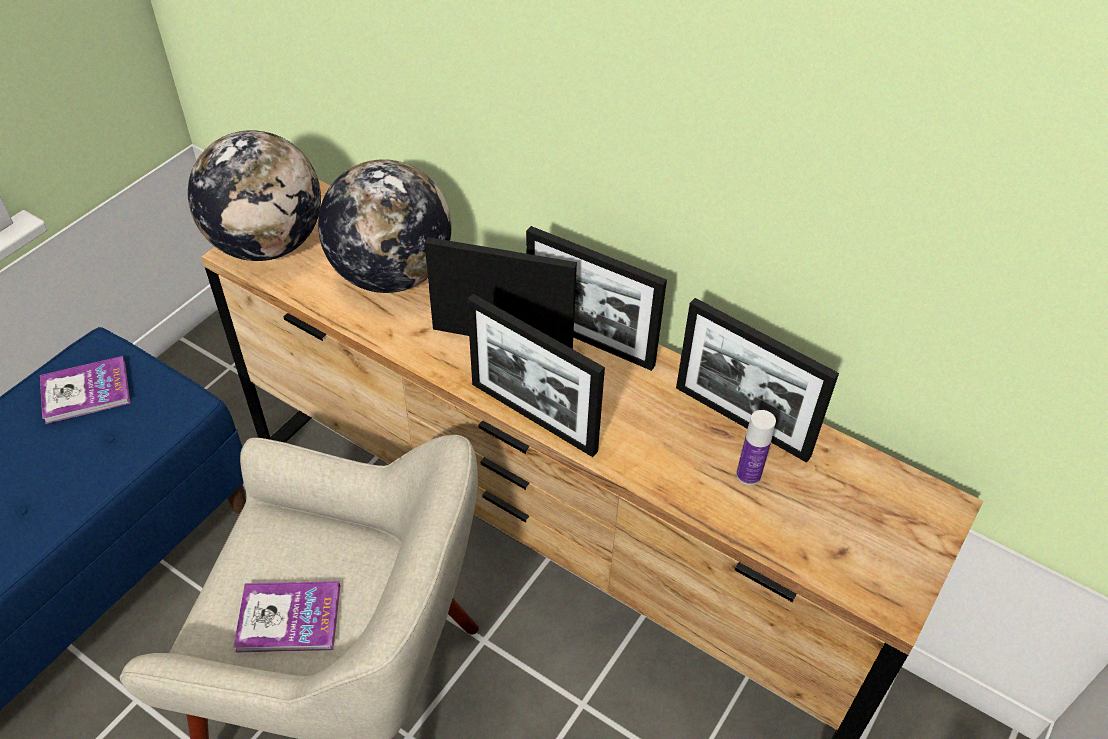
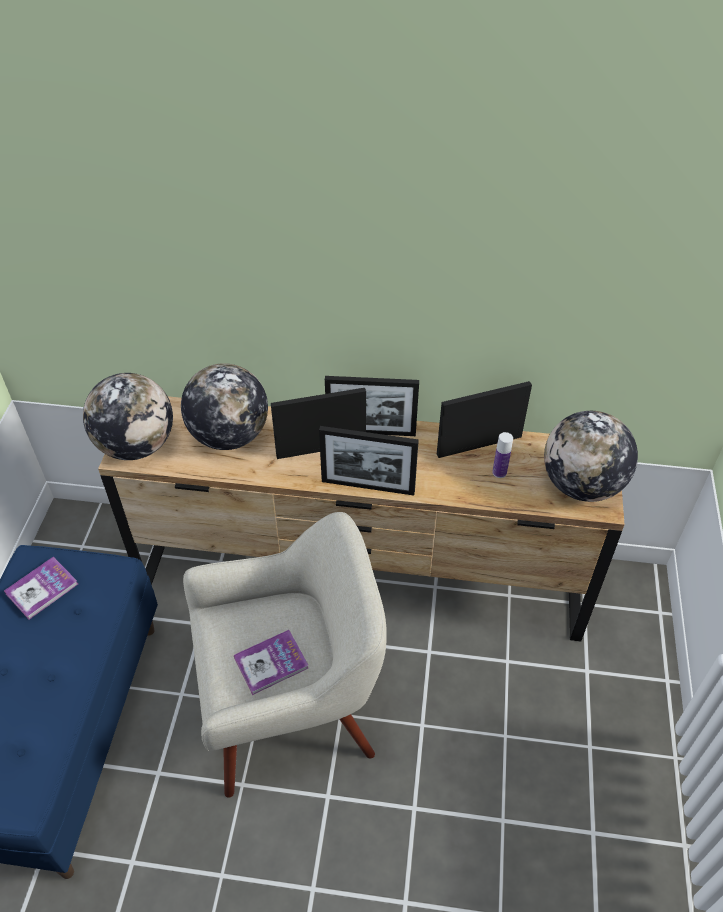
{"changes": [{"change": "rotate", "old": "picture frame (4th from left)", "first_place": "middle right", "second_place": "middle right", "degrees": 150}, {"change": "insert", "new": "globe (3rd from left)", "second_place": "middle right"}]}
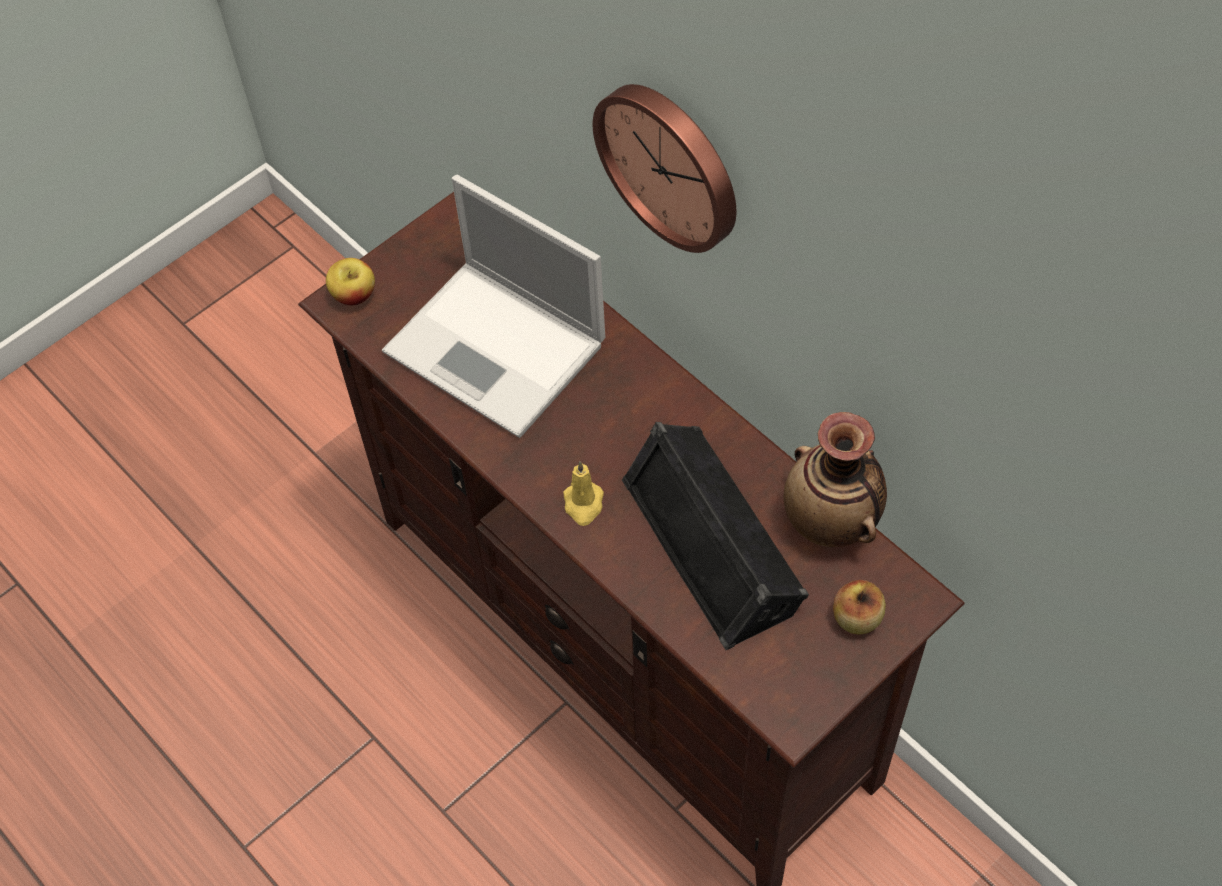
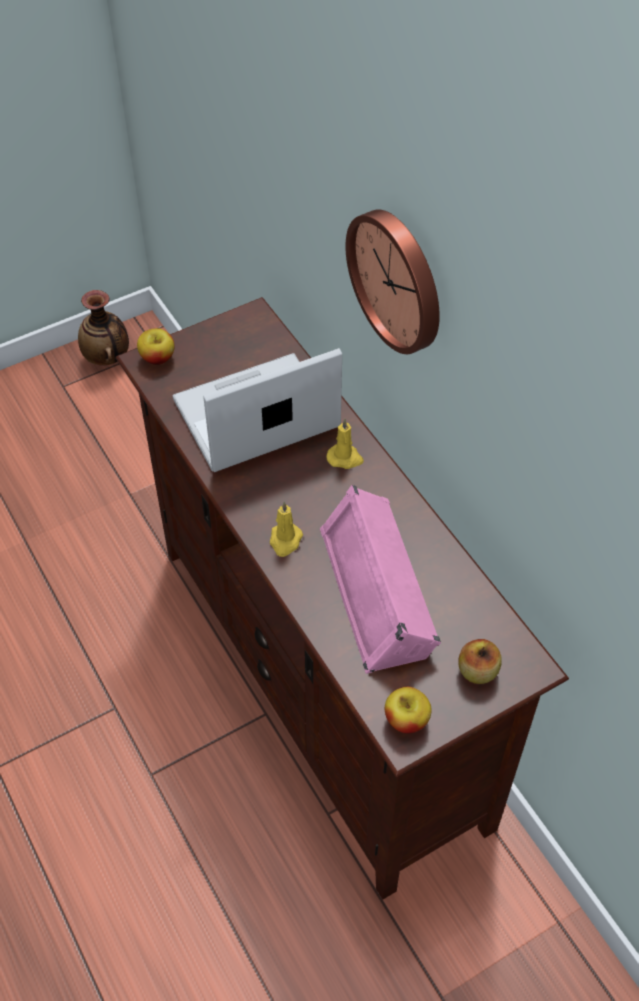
{"changes": [{"change": "rotate", "old": "laptop", "first_place": "centre", "second_place": "centre", "degrees": 105}, {"change": "recolor", "old": "black speaker", "new": "pink speaker", "first_place": "centre", "second_place": "centre"}, {"change": "move", "old": "vase", "first_place": "middle right", "second_place": "top left"}, {"change": "insert", "new": "yellow candle (2nd from left)", "second_place": "centre"}, {"change": "insert", "new": "apple (2nd from left)", "second_place": "bottom centre"}]}
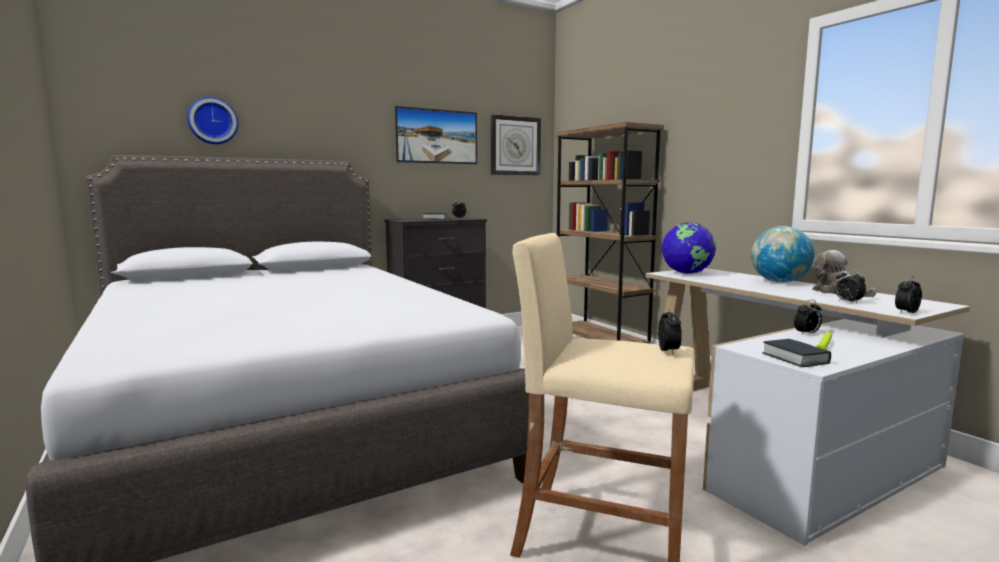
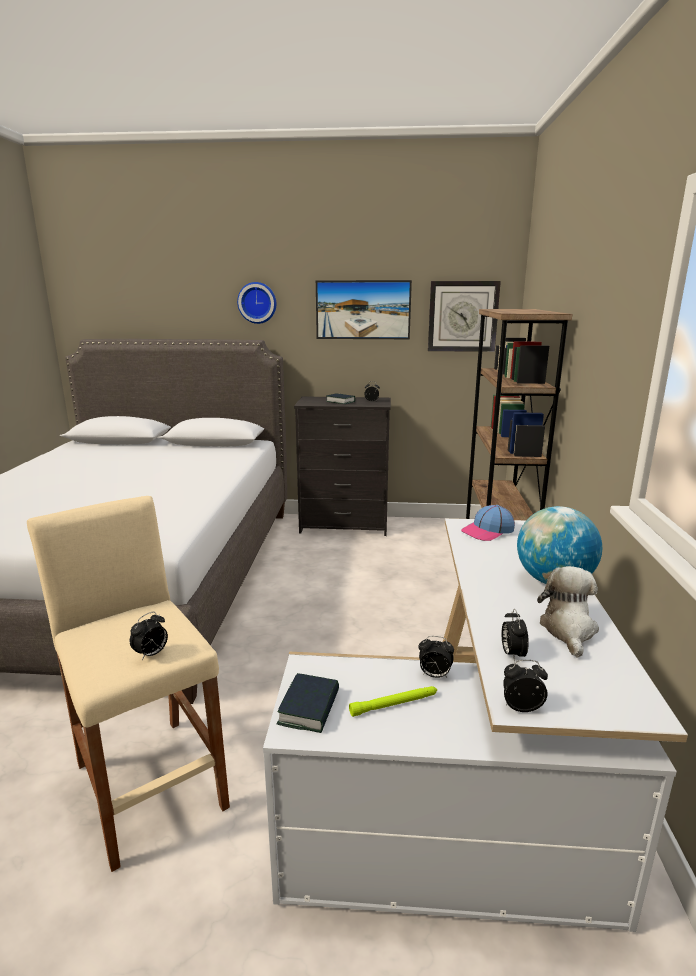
{"changes": [{"change": "move", "old": "wall clock (1st from left)", "first_place": "top left", "second_place": "top centre"}, {"change": "replace", "old": "globe (1st from left)", "new": "cap", "first_place": "middle right", "second_place": "middle right"}]}
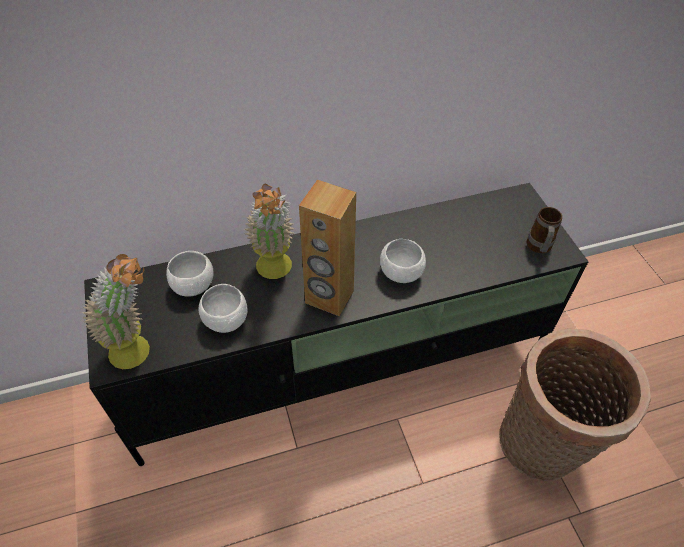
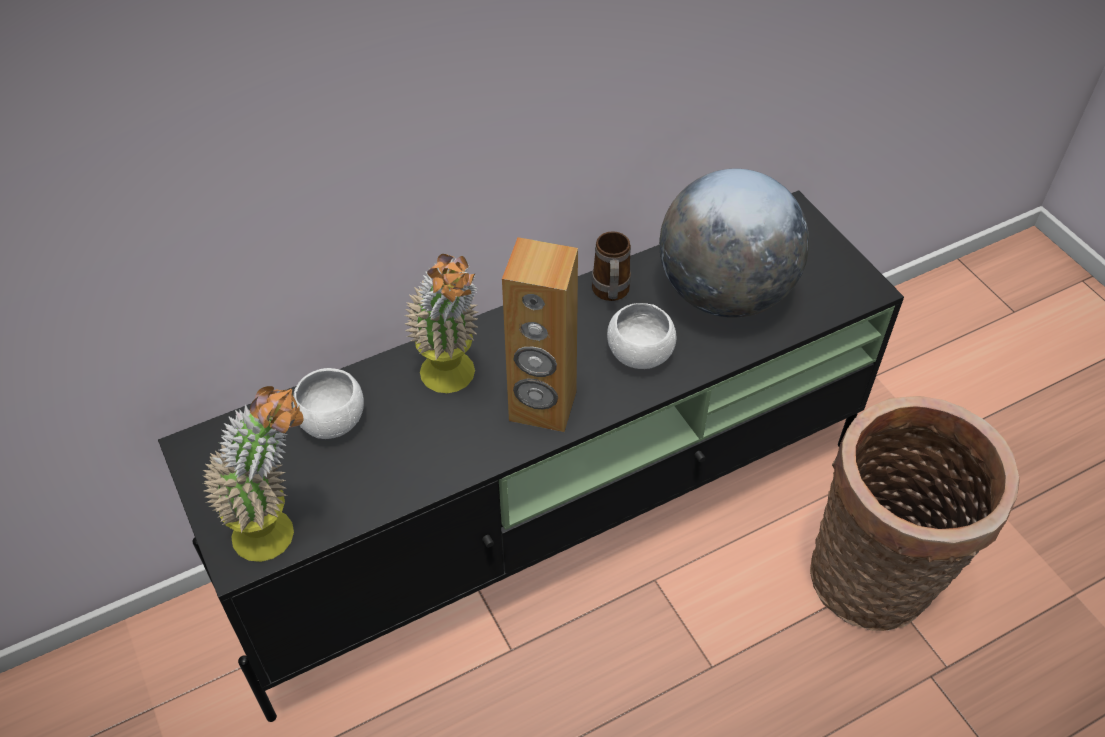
{"changes": [{"change": "delete", "old": "white bowl (2nd from left)", "first_place": "middle left"}, {"change": "move", "old": "mug", "first_place": "middle right", "second_place": "centre"}, {"change": "insert", "new": "globe", "second_place": "top centre"}]}
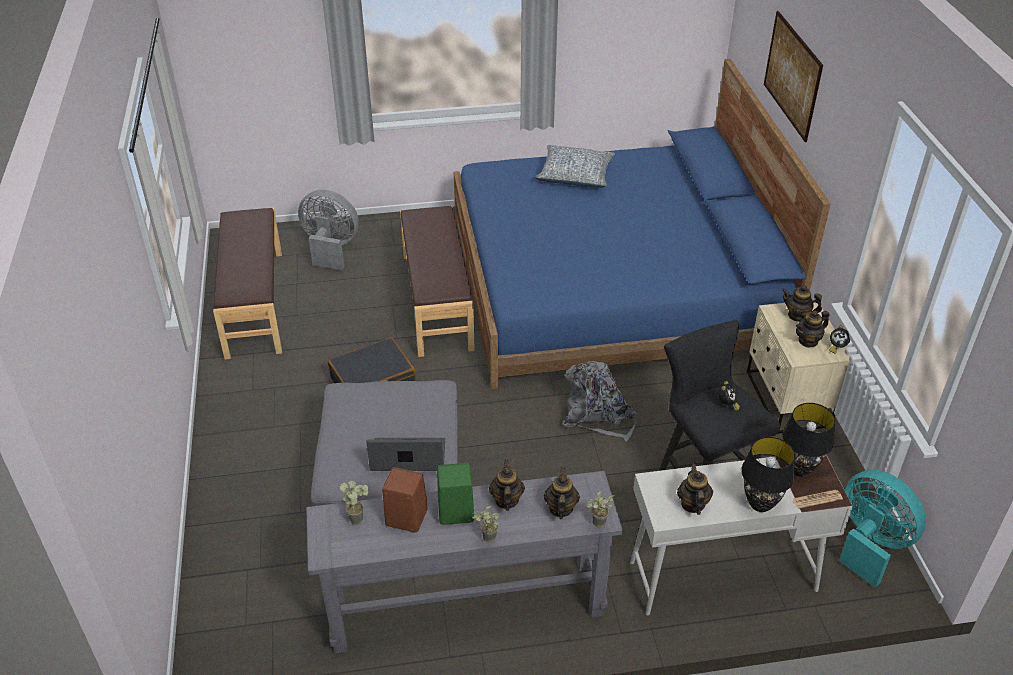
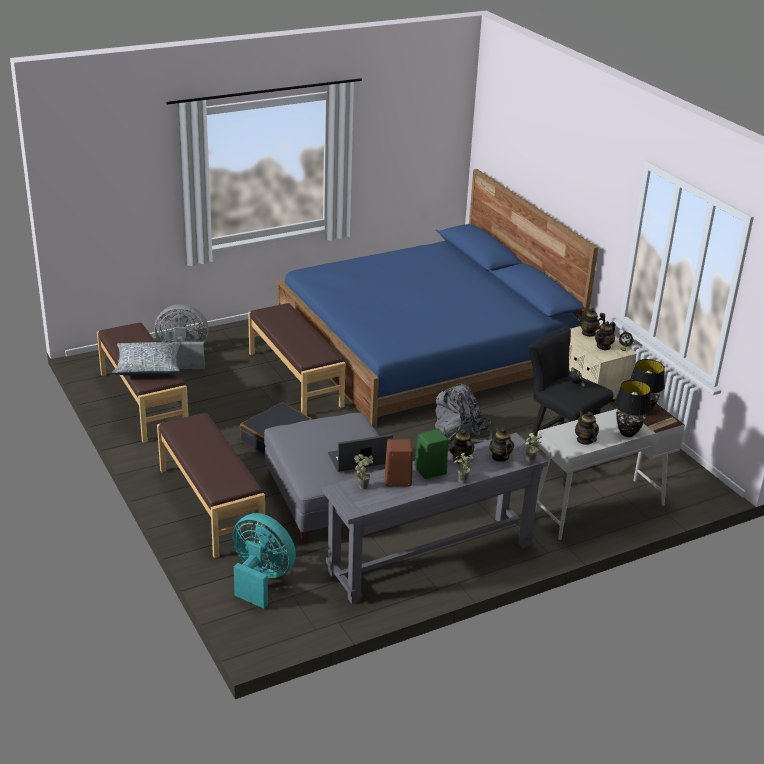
{"changes": [{"change": "move", "old": "pillow", "first_place": "top centre", "second_place": "middle left"}, {"change": "delete", "old": "picture", "first_place": "top right"}, {"change": "move", "old": "turquoise fan", "first_place": "bottom right", "second_place": "bottom centre"}, {"change": "insert", "new": "brown bench (2nd from left)", "second_place": "middle left"}]}
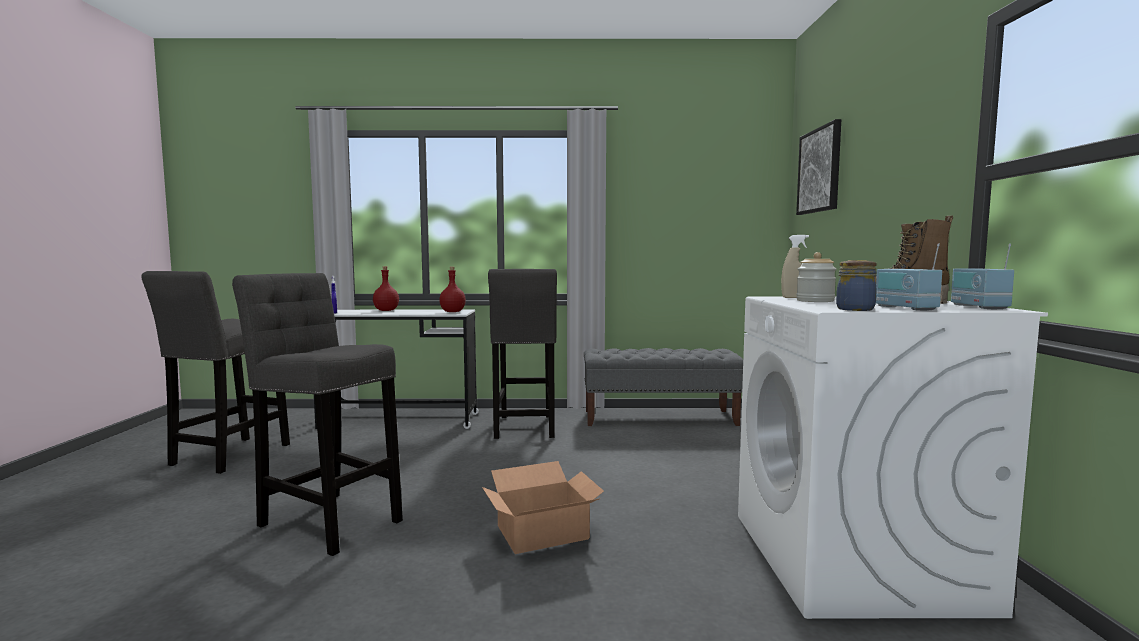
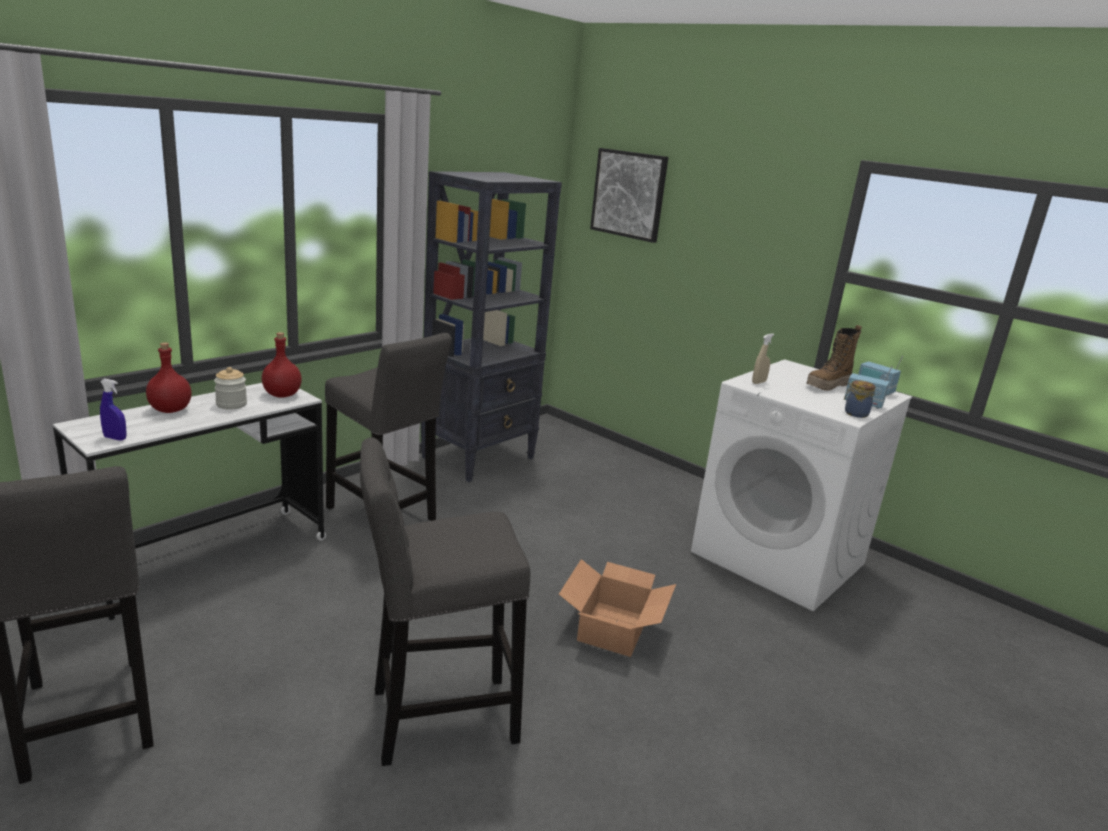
{"changes": [{"change": "replace", "old": "grey bench", "new": "black bookcase", "first_place": "centre", "second_place": "centre"}, {"change": "move", "old": "jar (1st from left)", "first_place": "middle right", "second_place": "middle left"}]}
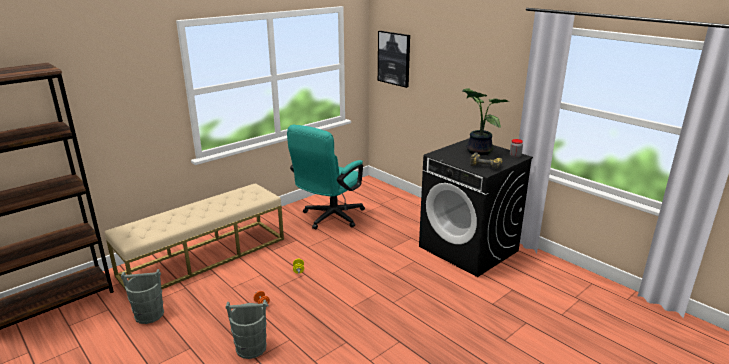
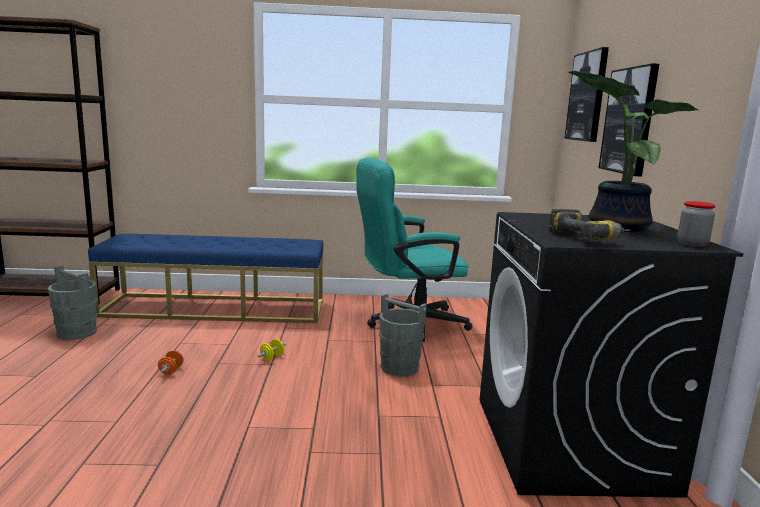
{"changes": [{"change": "recolor", "old": "beige bench", "new": "blue bench", "first_place": "middle left", "second_place": "middle left"}, {"change": "move", "old": "grey bucket (2nd from left)", "first_place": "bottom centre", "second_place": "centre"}, {"change": "insert", "new": "picture (2nd from left)", "second_place": "top right"}]}
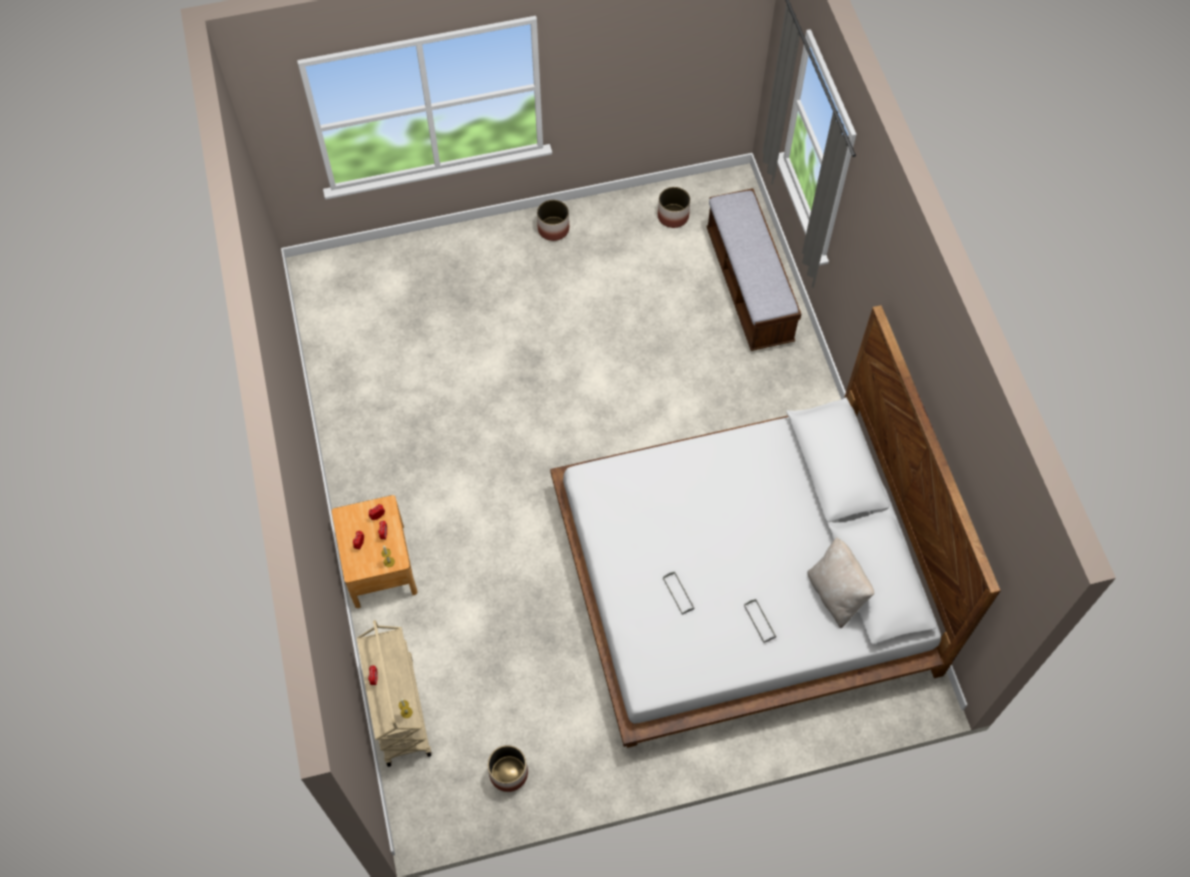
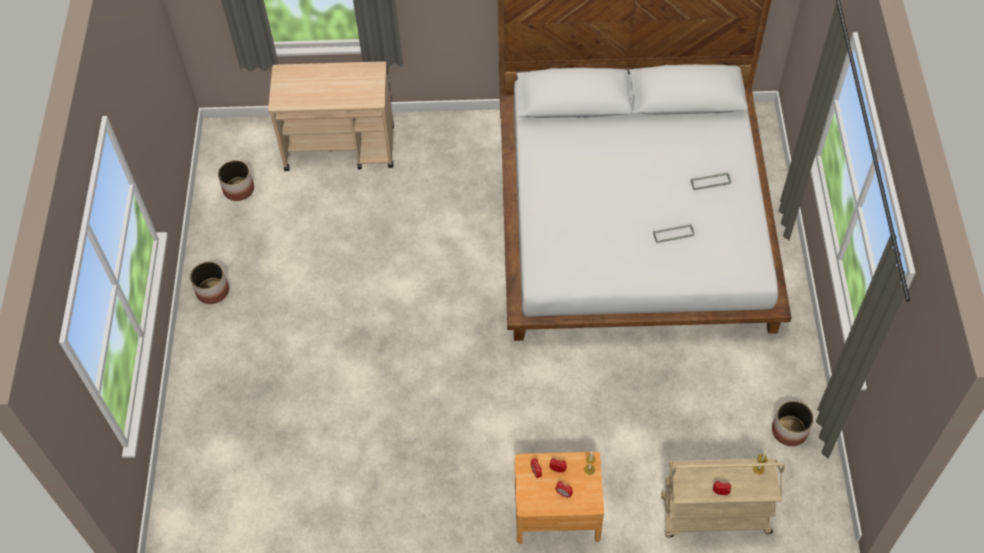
{"changes": [{"change": "replace", "old": "bench", "new": "beige cart (1st from left)", "first_place": "top centre", "second_place": "top centre"}, {"change": "delete", "old": "beige pillow", "first_place": "middle right"}]}
